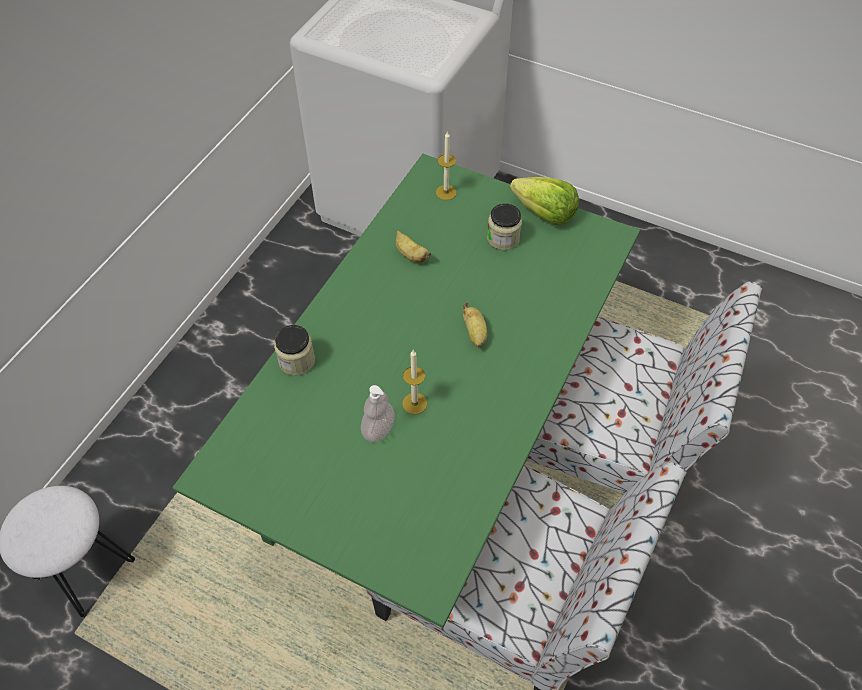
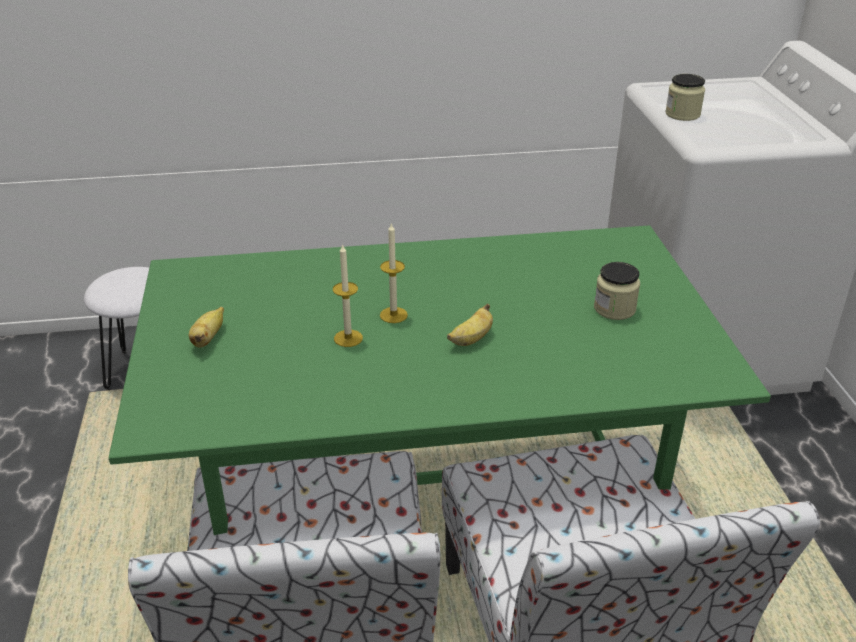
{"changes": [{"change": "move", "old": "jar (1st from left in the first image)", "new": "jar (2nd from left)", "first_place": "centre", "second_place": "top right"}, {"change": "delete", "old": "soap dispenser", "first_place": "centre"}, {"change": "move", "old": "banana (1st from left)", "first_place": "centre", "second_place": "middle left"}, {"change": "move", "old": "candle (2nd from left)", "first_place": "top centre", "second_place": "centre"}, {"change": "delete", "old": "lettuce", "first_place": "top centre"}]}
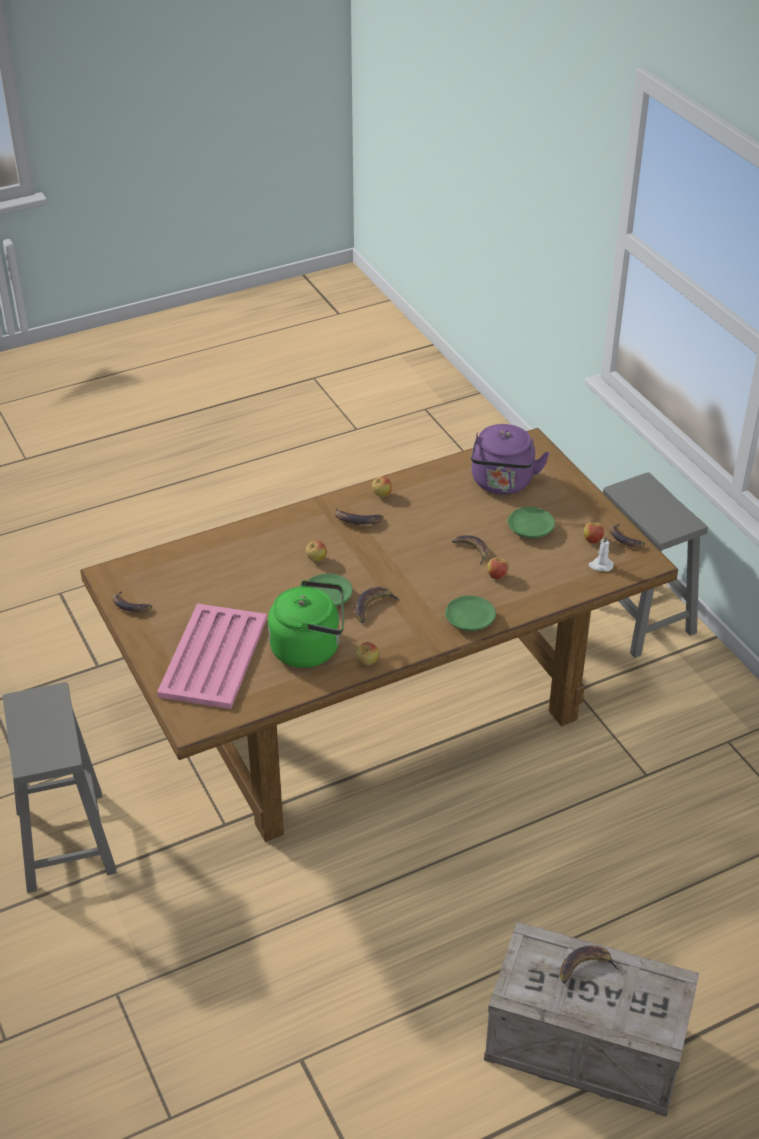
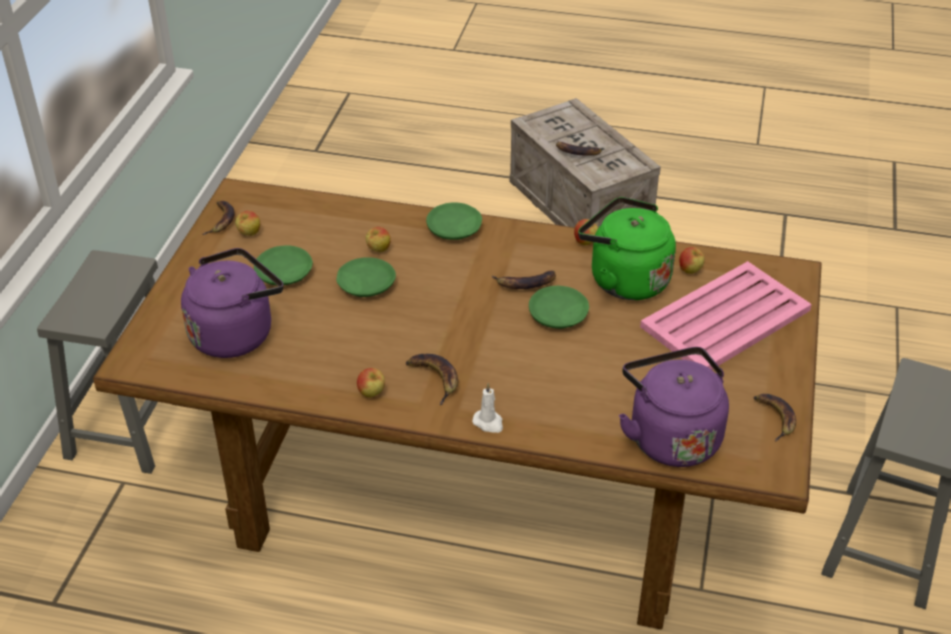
{"changes": [{"change": "move", "old": "apple (1st from left in the first image)", "new": "apple (5th from left)", "first_place": "centre", "second_place": "middle right"}, {"change": "replace", "old": "banana (4th from left)", "new": "green plate (2nd from left)", "first_place": "centre", "second_place": "centre"}, {"change": "move", "old": "white candle", "first_place": "middle right", "second_place": "centre"}, {"change": "insert", "new": "purple kettle (2nd from left)", "second_place": "middle right"}]}
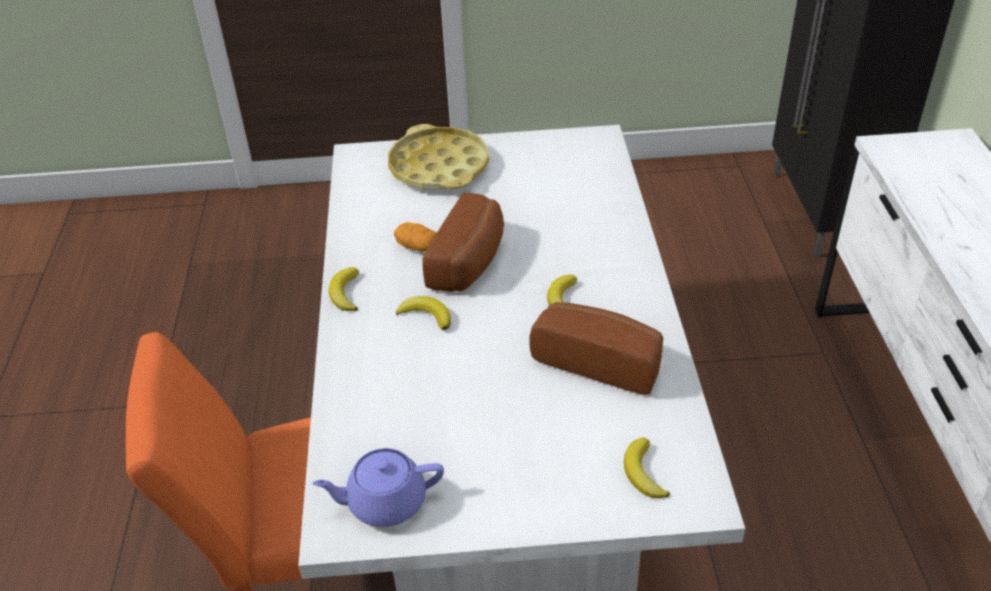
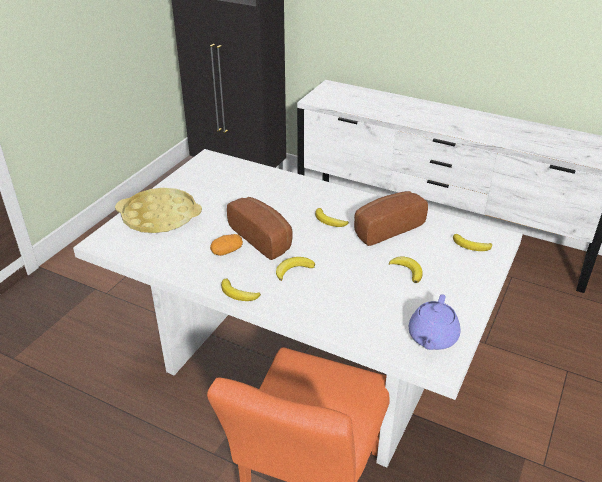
{"changes": [{"change": "insert", "new": "banana (4th from left)", "second_place": "middle right"}]}
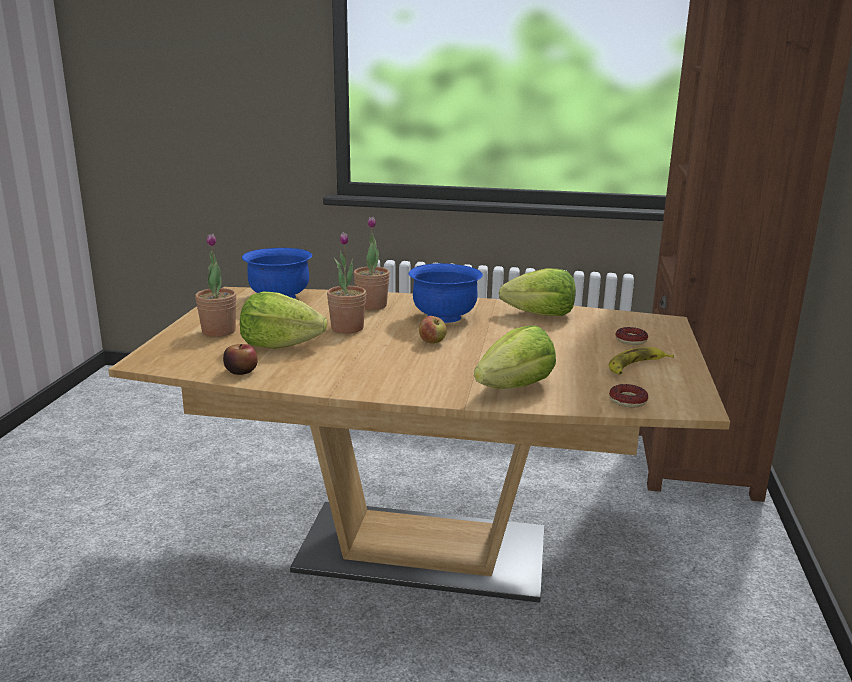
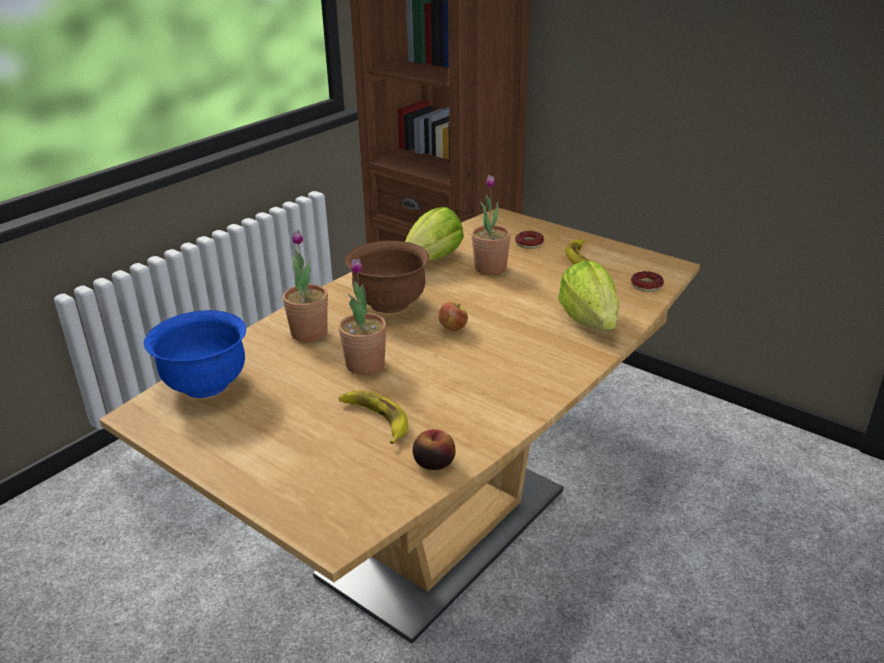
{"changes": [{"change": "move", "old": "potted plant (1st from left in the first image)", "new": "potted plant (3rd from left)", "first_place": "middle left", "second_place": "centre"}, {"change": "replace", "old": "lettuce (1st from left)", "new": "banana (1st from left)", "first_place": "middle left", "second_place": "centre"}, {"change": "recolor", "old": "blue bowl (2nd from left)", "new": "brown bowl", "first_place": "centre", "second_place": "centre"}]}
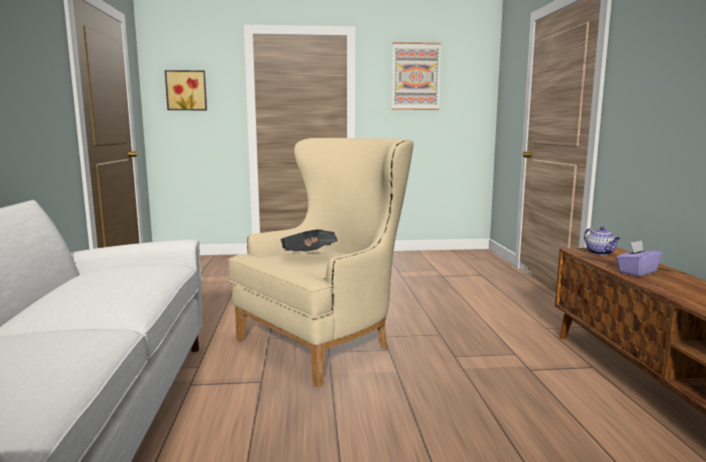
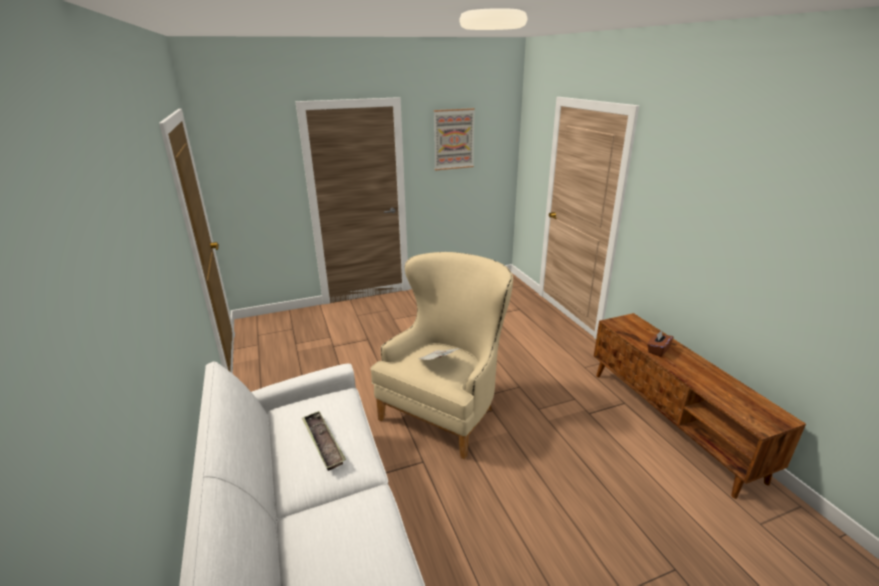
{"changes": [{"change": "delete", "old": "picture (1st from left)", "first_place": "top left"}, {"change": "delete", "old": "teapot", "first_place": "middle right"}, {"change": "recolor", "old": "purple tissue box", "new": "brown tissue box", "first_place": "middle right", "second_place": "middle right"}, {"change": "insert", "new": "tray", "second_place": "bottom centre"}]}
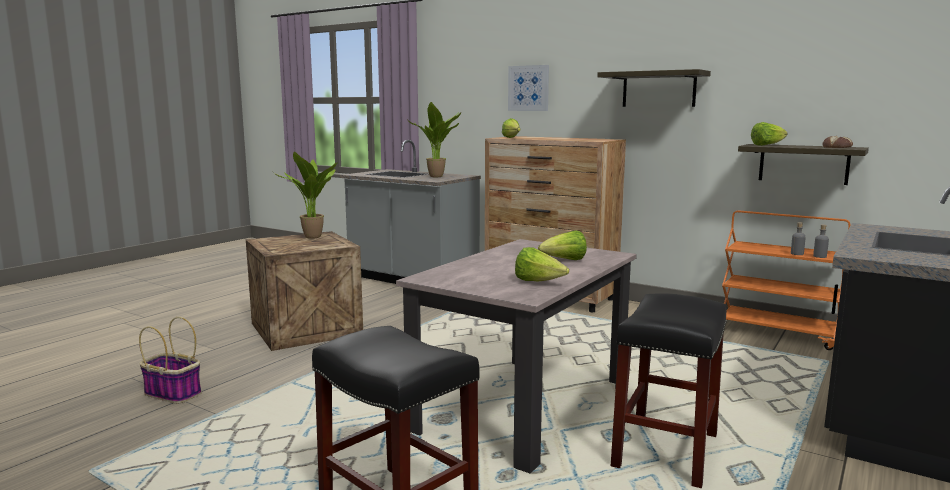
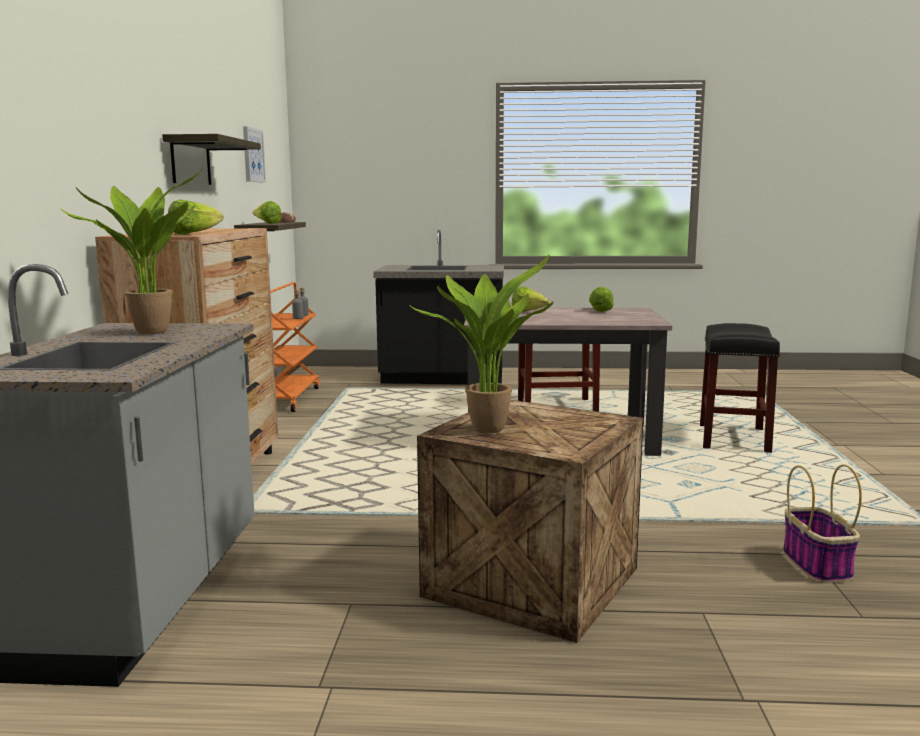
{"changes": [{"change": "move", "old": "picture", "first_place": "top centre", "second_place": "top left"}]}
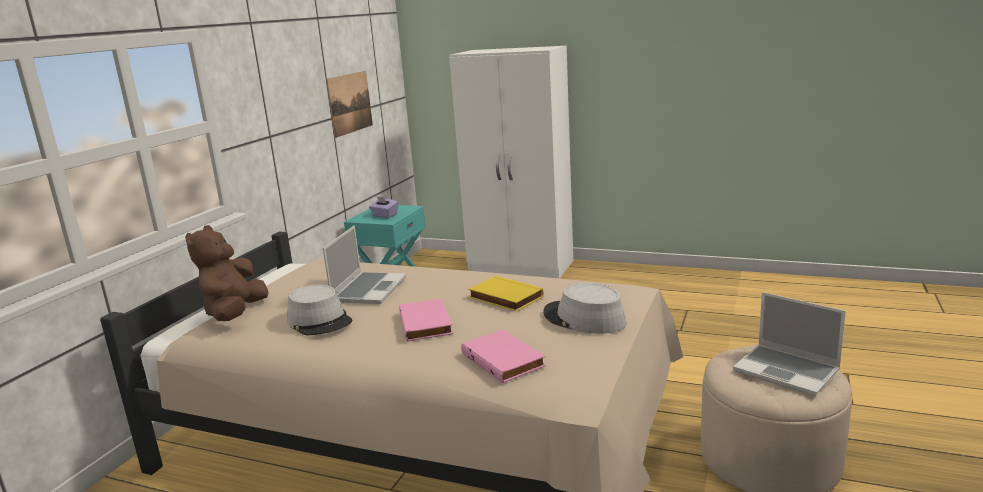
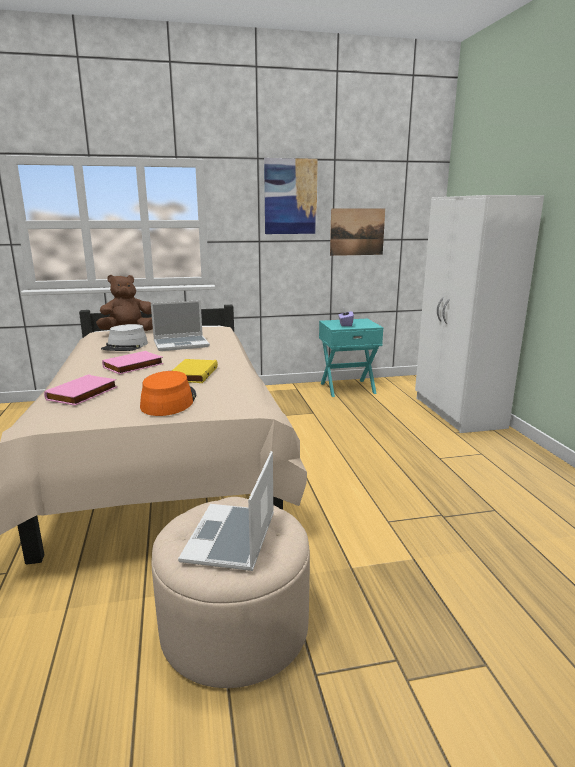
{"changes": [{"change": "recolor", "old": "grey hat (2nd from left)", "new": "orange hat", "first_place": "centre", "second_place": "middle left"}, {"change": "insert", "new": "picture (1st from left)", "second_place": "top centre"}]}
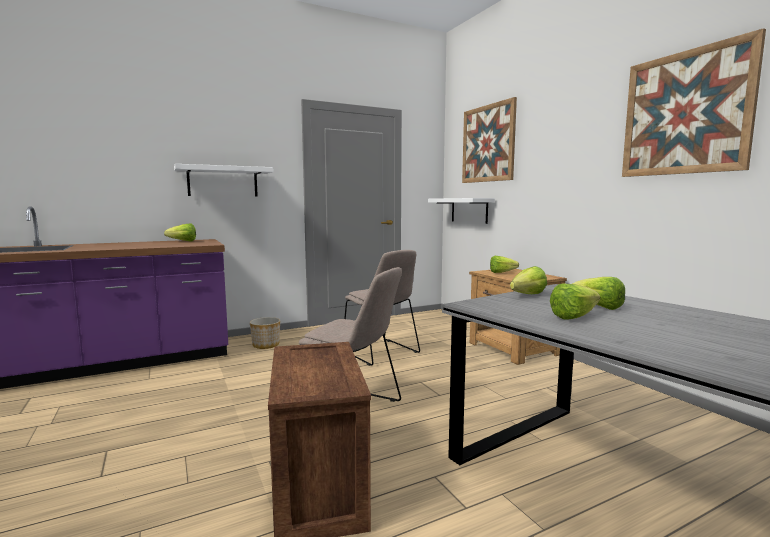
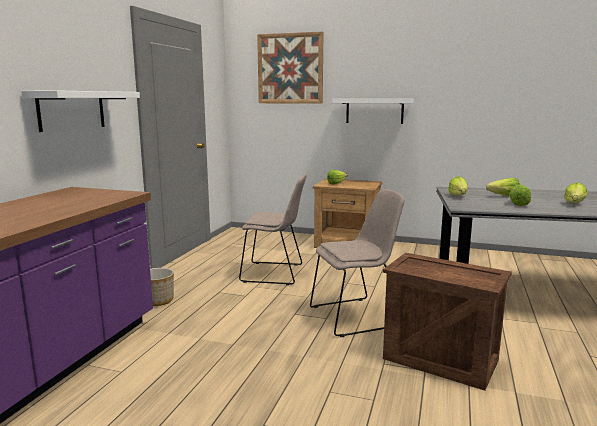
{"changes": [{"change": "move", "old": "lettuce (1st from left in the first image)", "new": "lettuce (5th from left)", "first_place": "middle left", "second_place": "middle right"}, {"change": "move", "old": "white shelf (2nd from left)", "first_place": "centre", "second_place": "top centre"}, {"change": "delete", "old": "picture (2nd from left)", "first_place": "top right"}]}
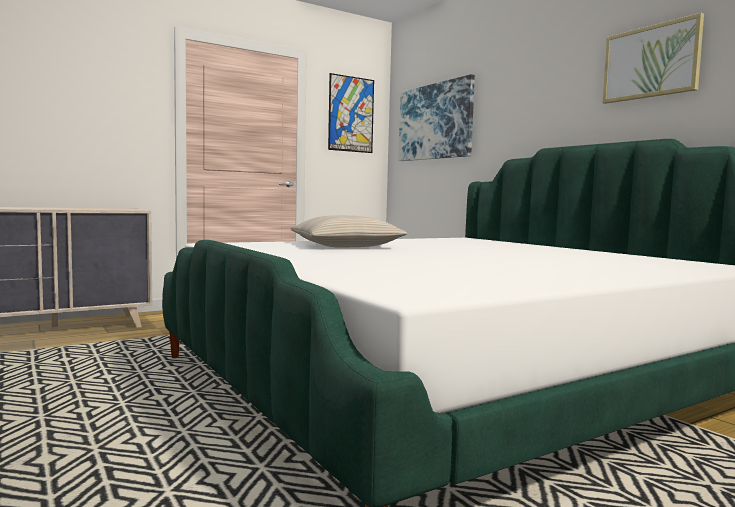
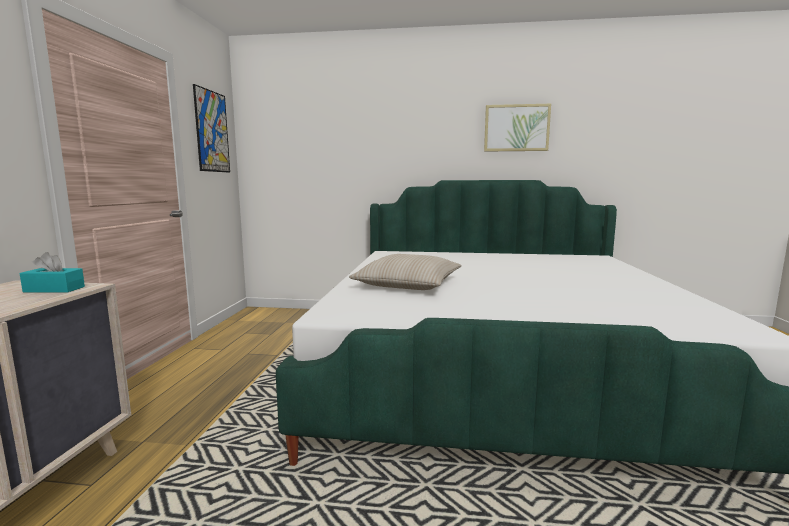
{"changes": [{"change": "delete", "old": "picture (2nd from left)", "first_place": "top centre"}, {"change": "insert", "new": "turquoise tissue box", "second_place": "middle left"}]}
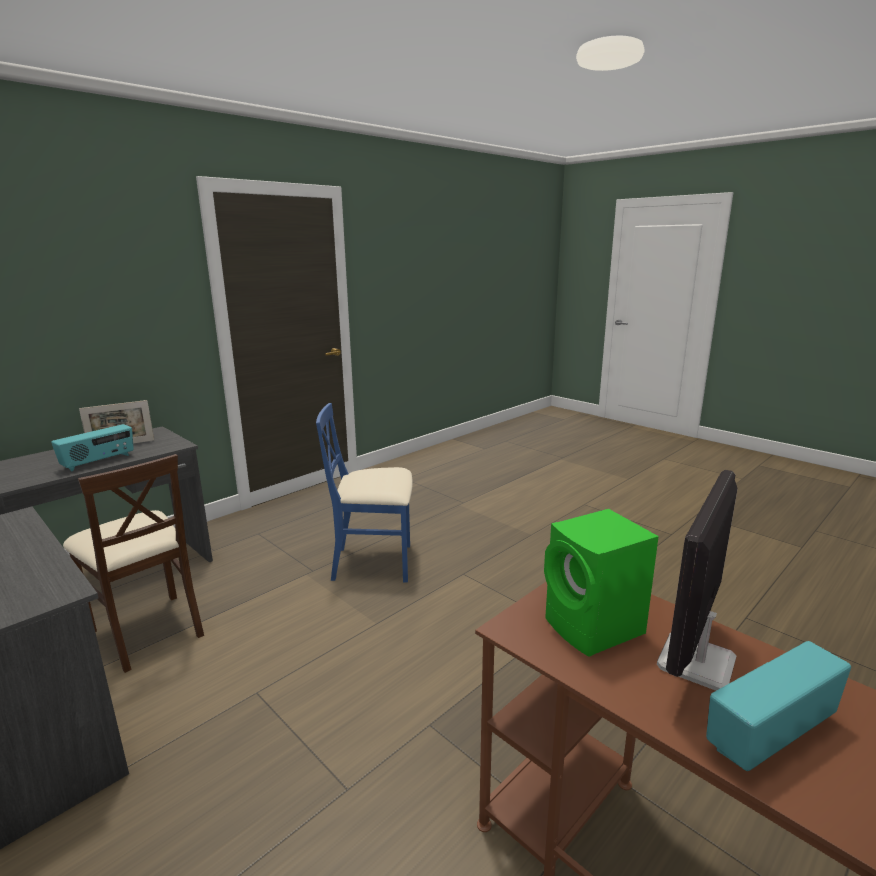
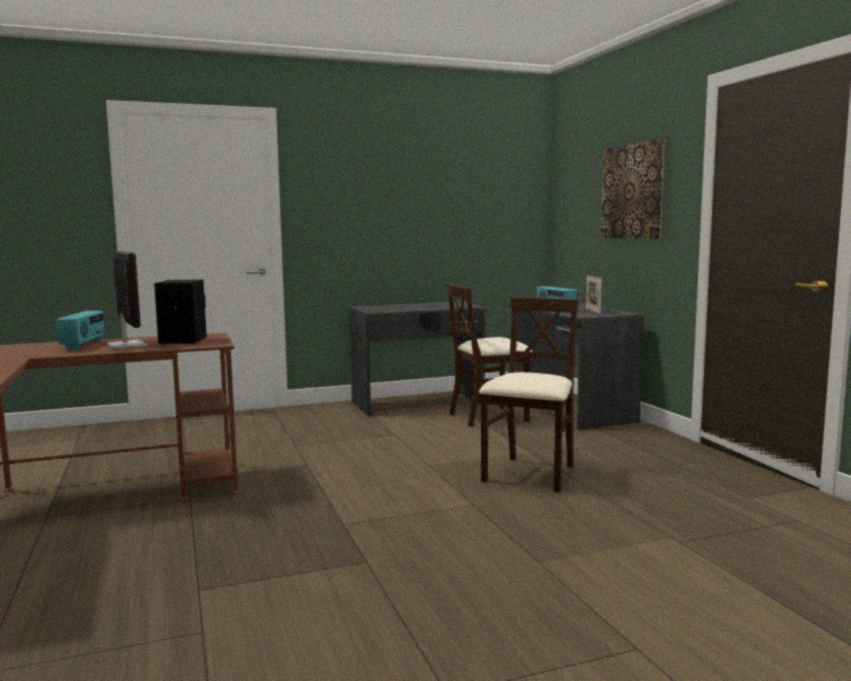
{"changes": [{"change": "recolor", "old": "blue chair", "new": "beige chair (2nd from left)", "first_place": "centre", "second_place": "centre"}, {"change": "recolor", "old": "green speaker", "new": "black speaker", "first_place": "middle right", "second_place": "middle left"}, {"change": "insert", "new": "picture", "second_place": "top right"}]}
